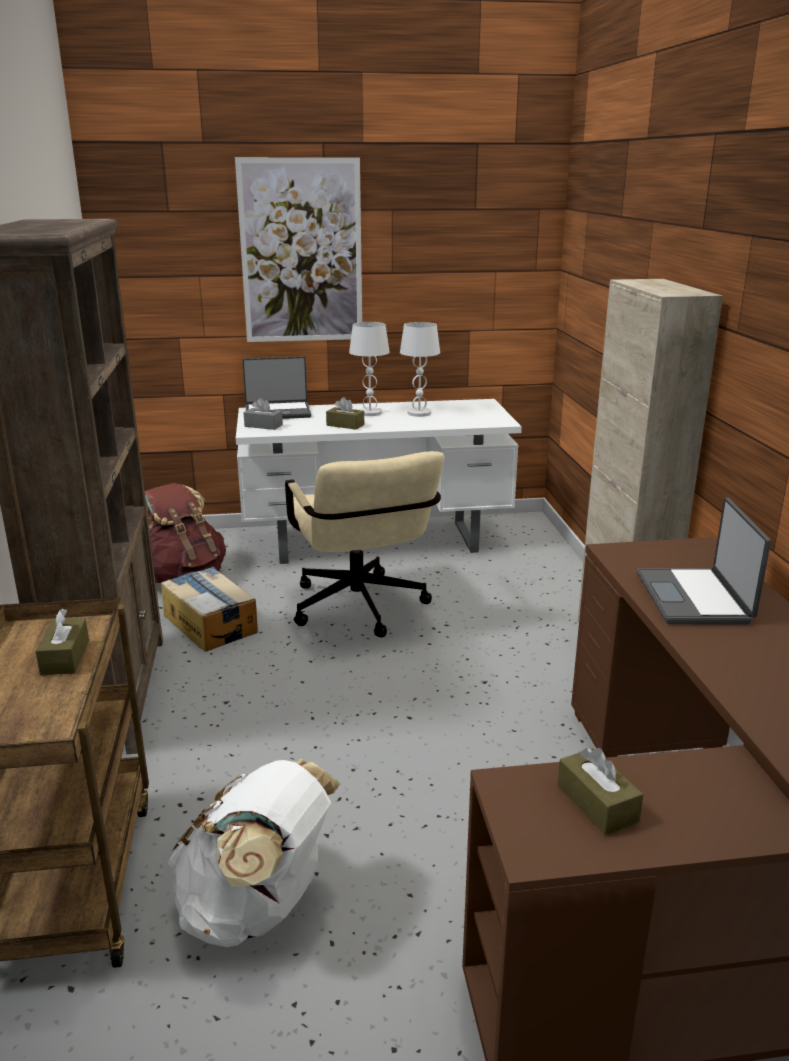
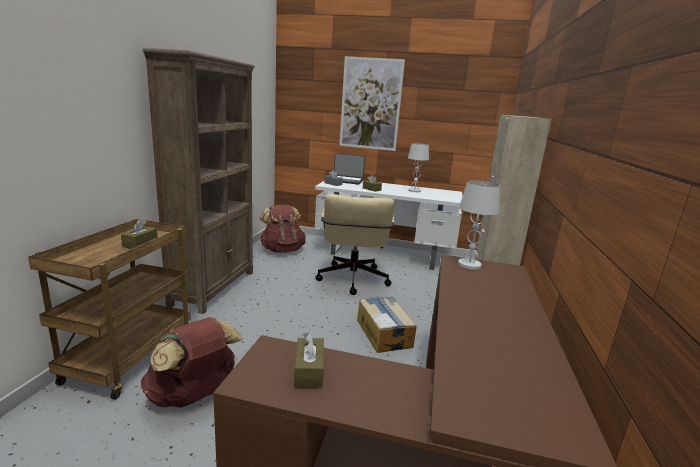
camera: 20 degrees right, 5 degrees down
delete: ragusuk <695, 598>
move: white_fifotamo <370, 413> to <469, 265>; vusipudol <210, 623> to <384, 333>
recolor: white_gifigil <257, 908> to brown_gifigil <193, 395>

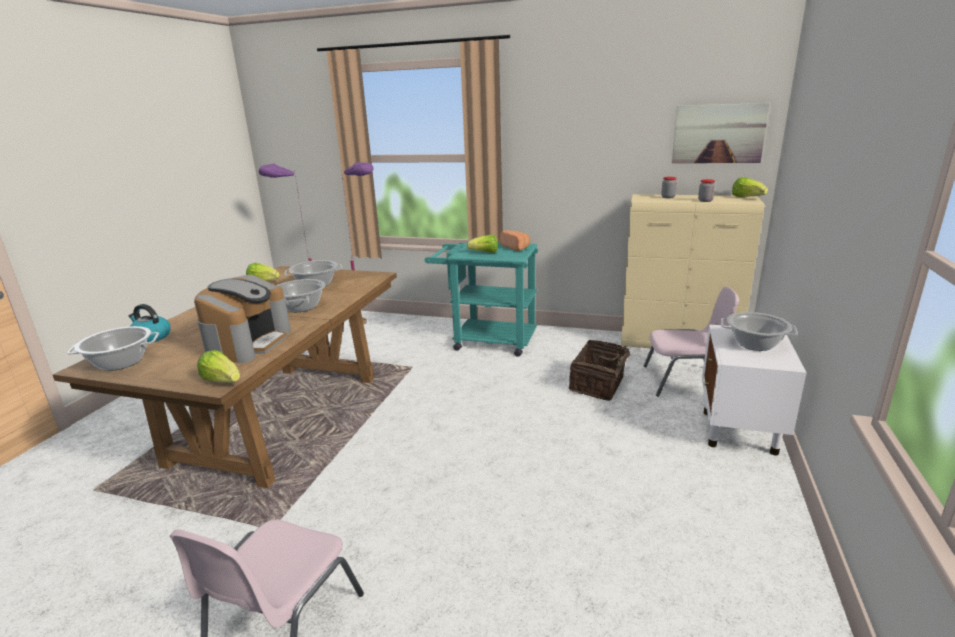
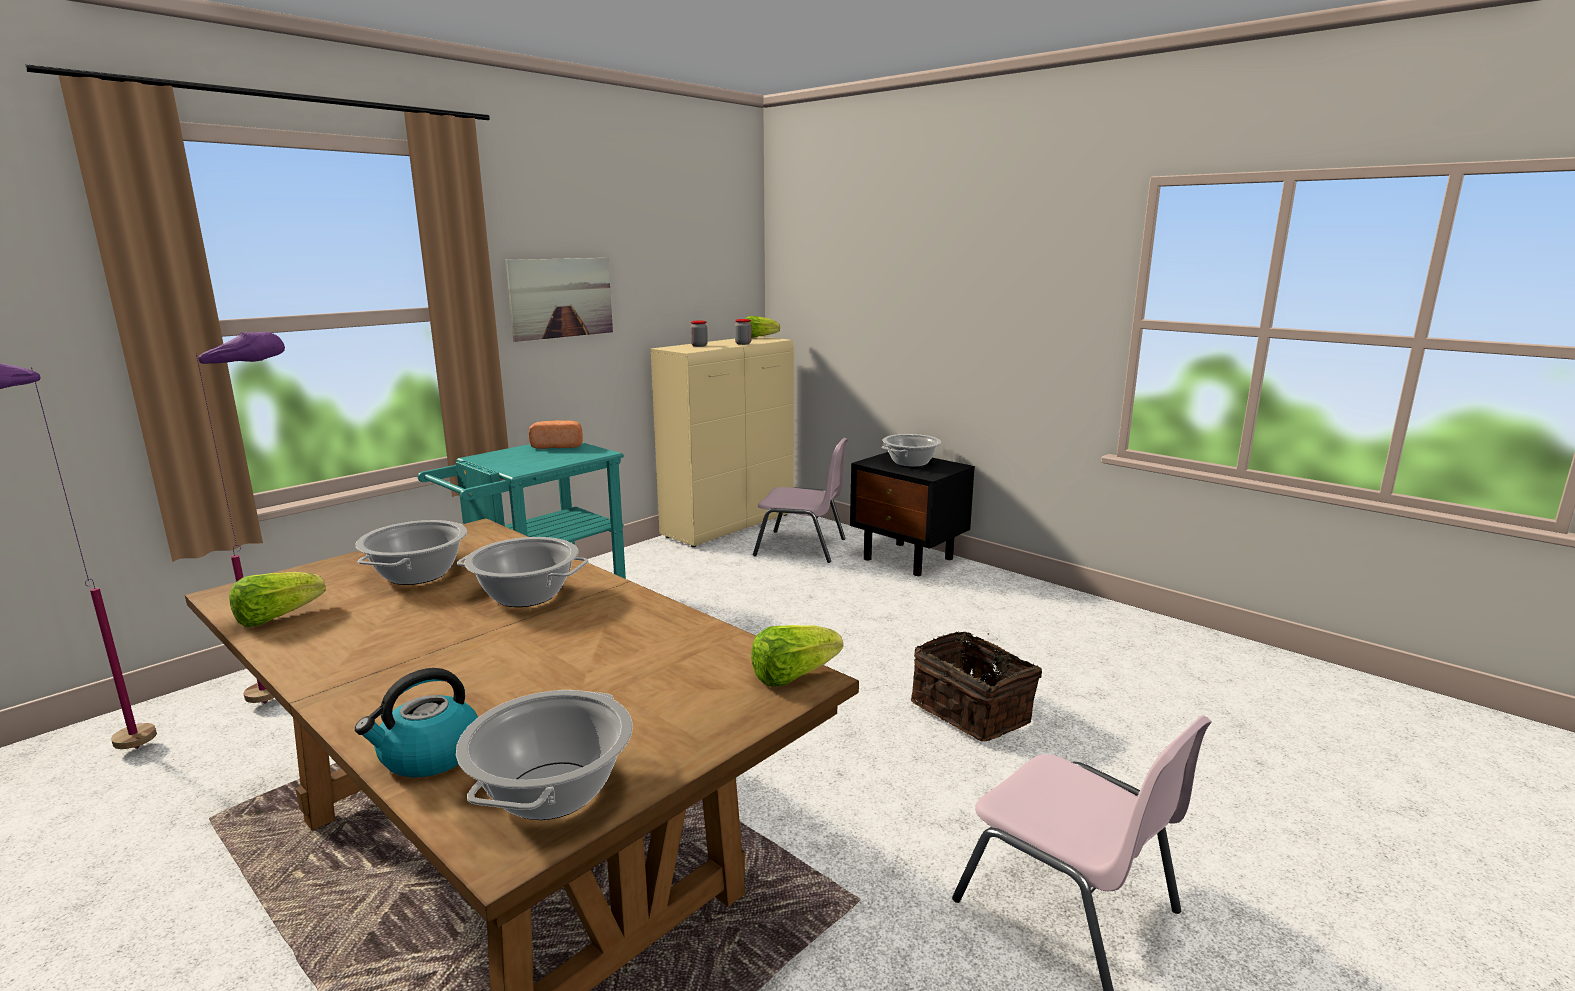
camera: 65 degrees left, 5 degrees down
delete: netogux <484, 253>; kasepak <248, 343>
move: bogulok <718, 134> to <561, 298>; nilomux <599, 385> to <973, 711>
recolor: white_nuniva <739, 432> to black_nuniva <909, 559>
rotate: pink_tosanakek <684, 381> = <802, 547> 75 degrees clockwise

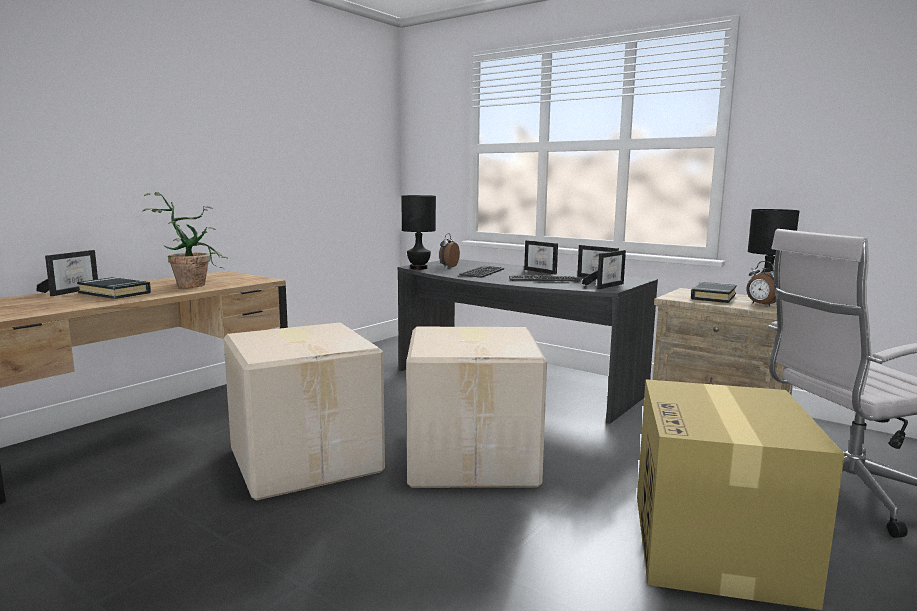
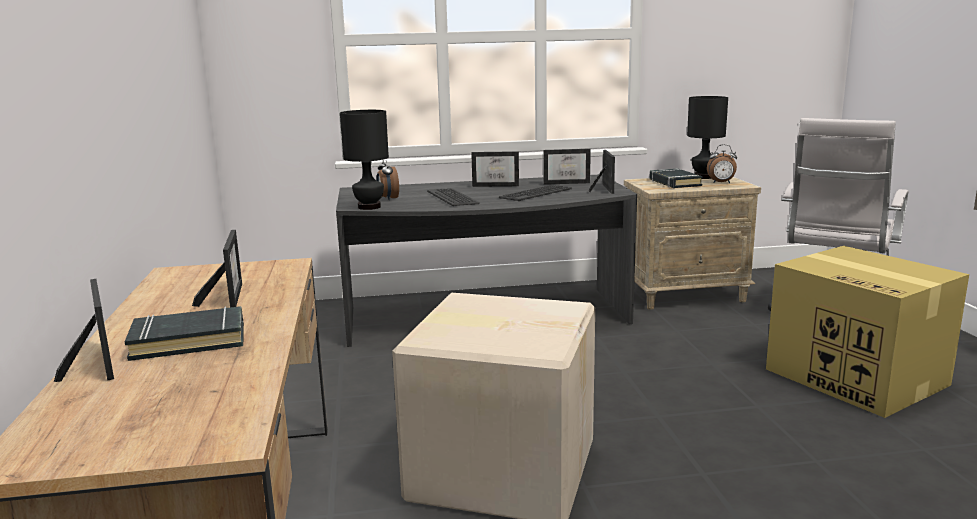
camera: 45 degrees left, 5 degrees up
delete: vusipudol <473, 458>
replace: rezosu <192, 284> to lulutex <228, 296>

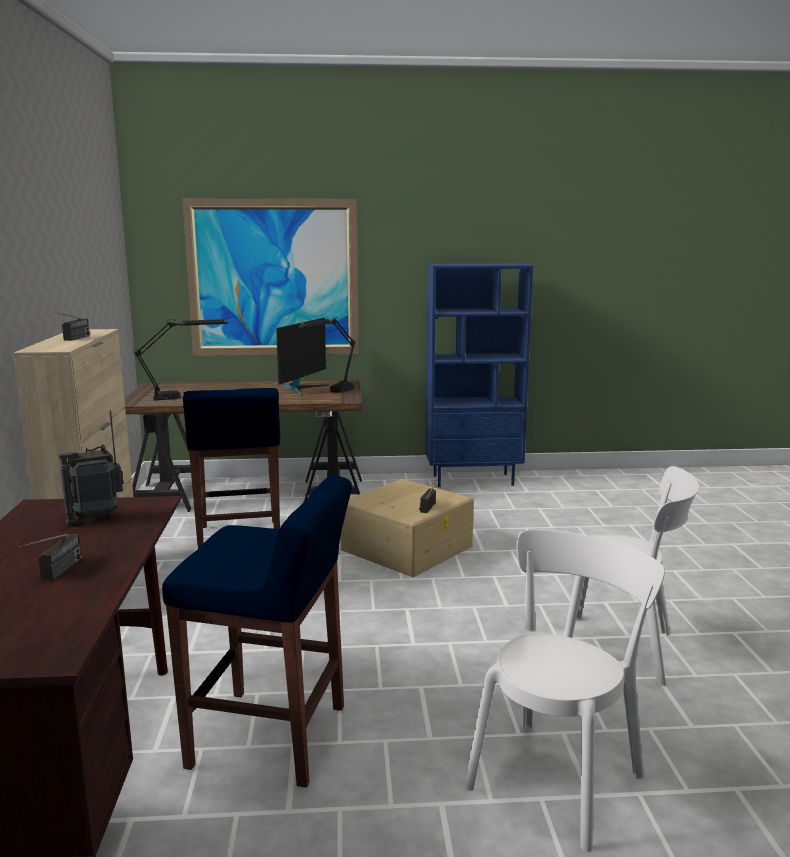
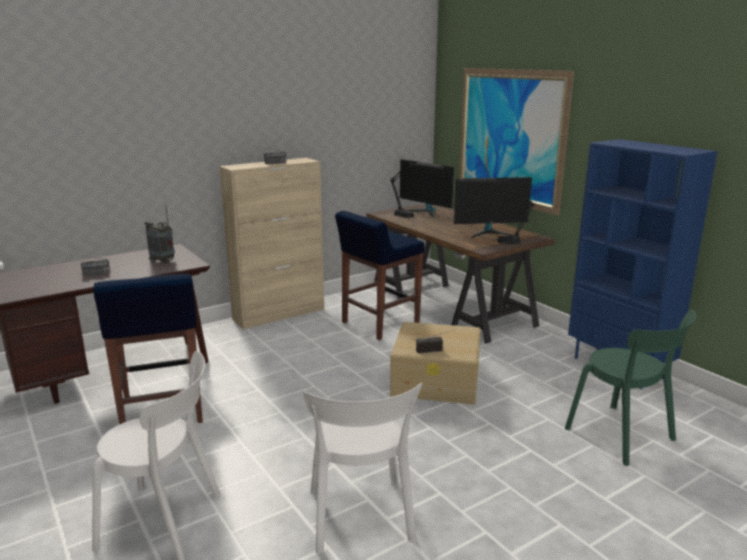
camera: 60 degrees right, 5 degrees up
insert: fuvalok <426, 212>; green_tosanakek <623, 436>

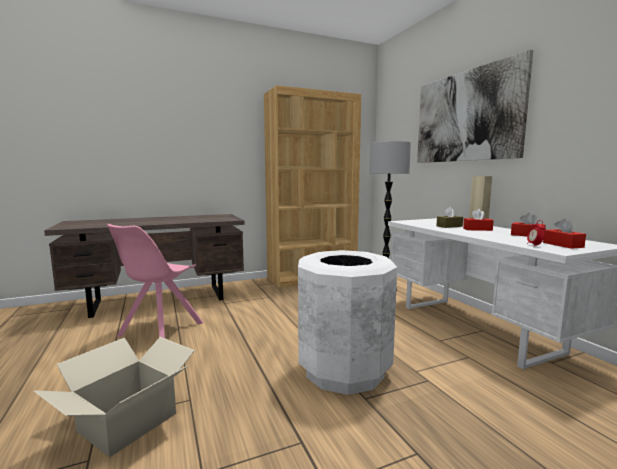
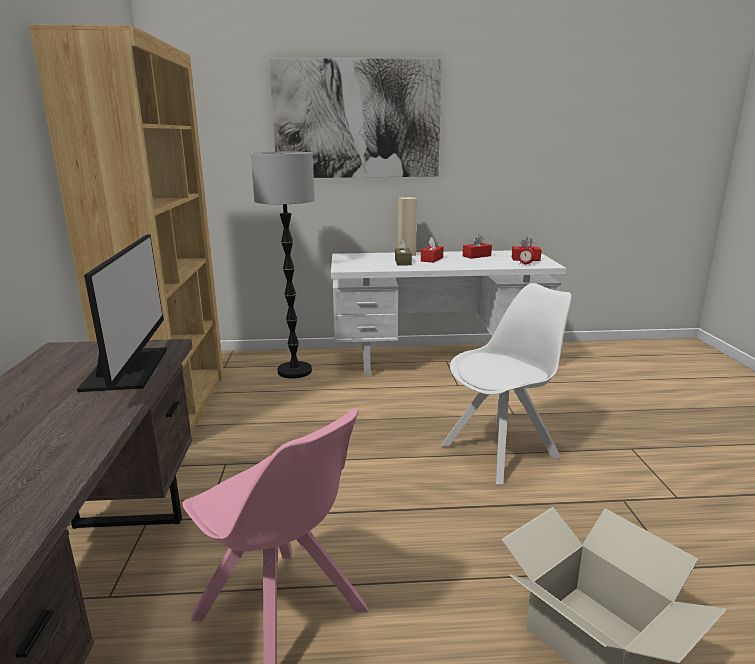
camera: 70 degrees left, 10 degrees up
insert: fuvalok <128, 369>
replace: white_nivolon <344, 370> to white_tosanakek <502, 450>

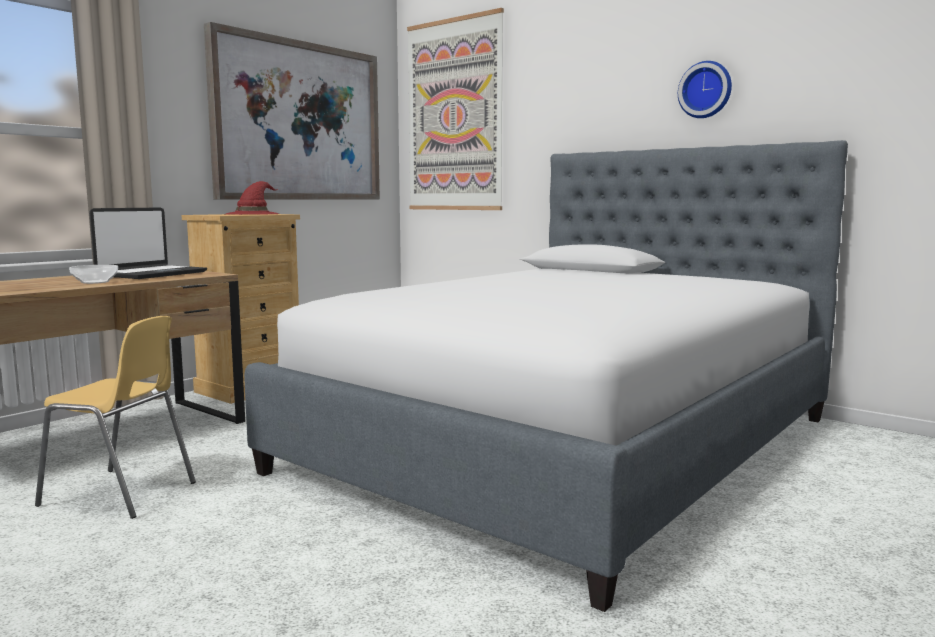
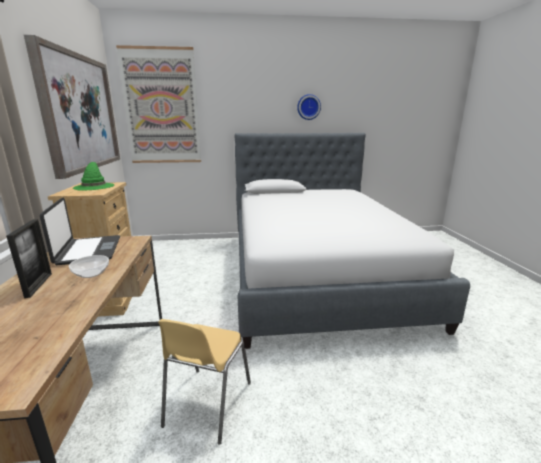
camera: 45 degrees left, 10 degrees up
insert: lulutex <39, 285>
recolor: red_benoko <252, 214> to green_benoko <94, 186>
rotate: yellow_tosanakek <120, 494> = <207, 404> 135 degrees clockwise

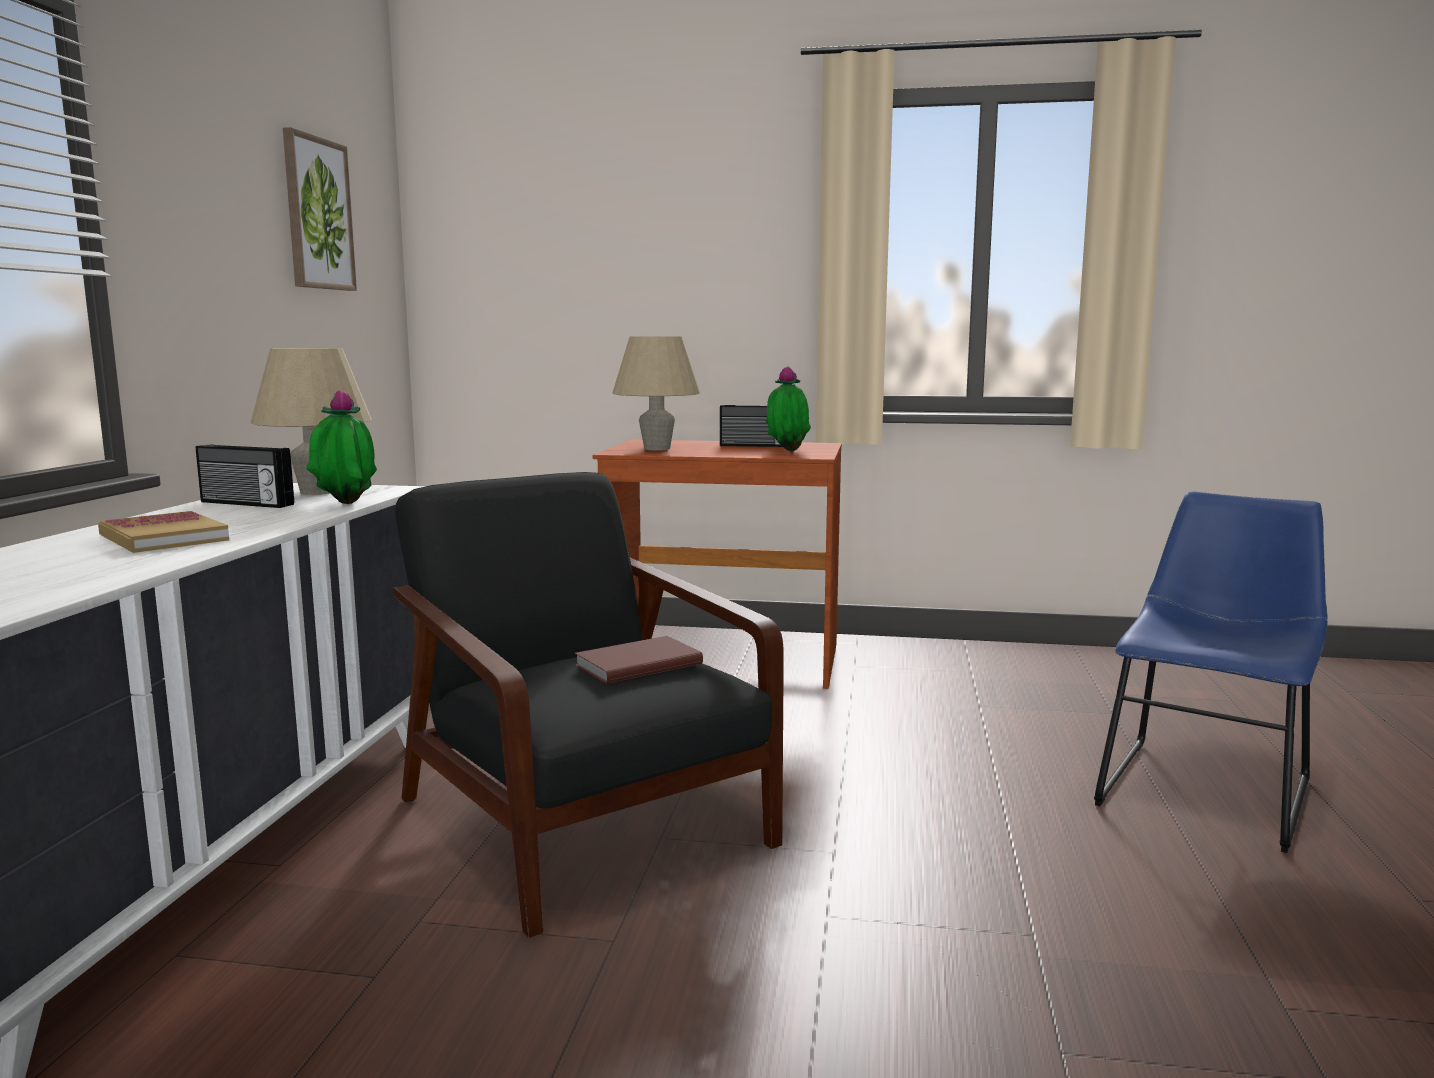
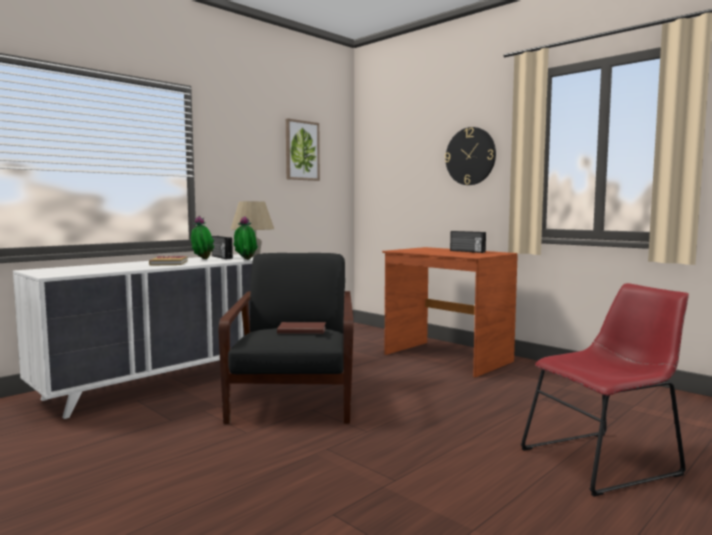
camera: 35 degrees right, 5 degrees down
delete: beige_fifotamo <657, 449>
insert: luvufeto <470, 156>
move: rezosu <786, 451> to <202, 259>
recolor: blue_tosanakek <1206, 788> to red_tosanakek <604, 460>

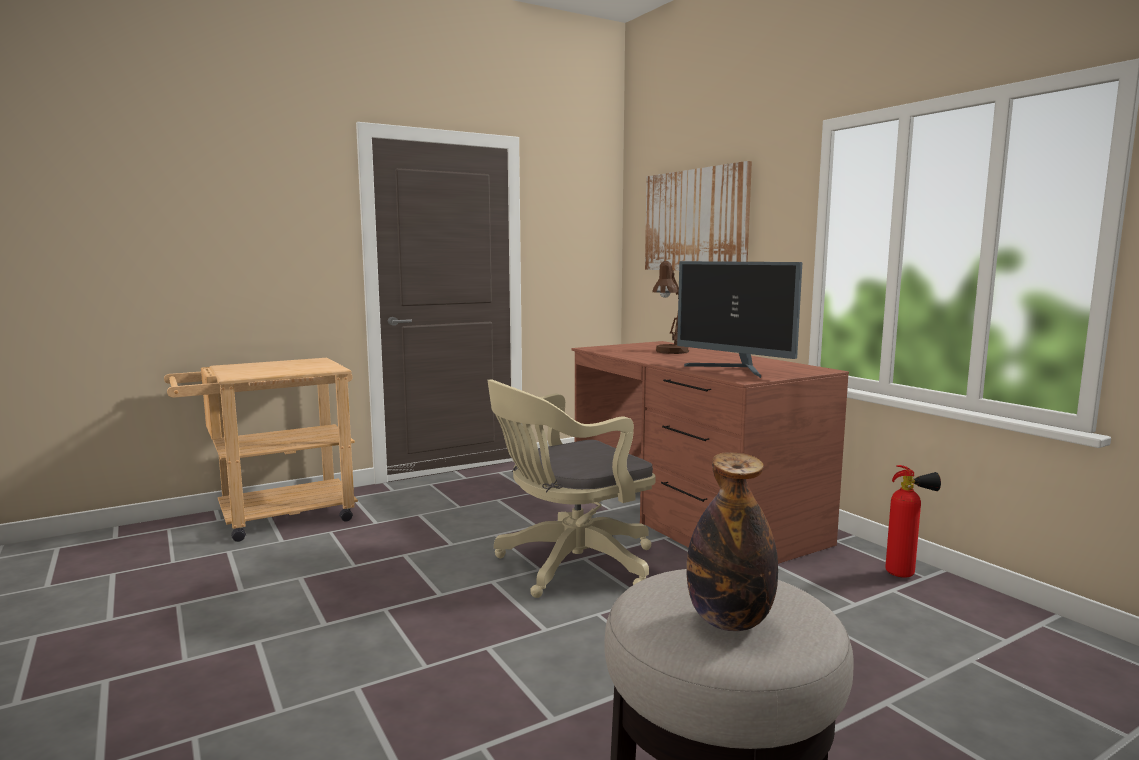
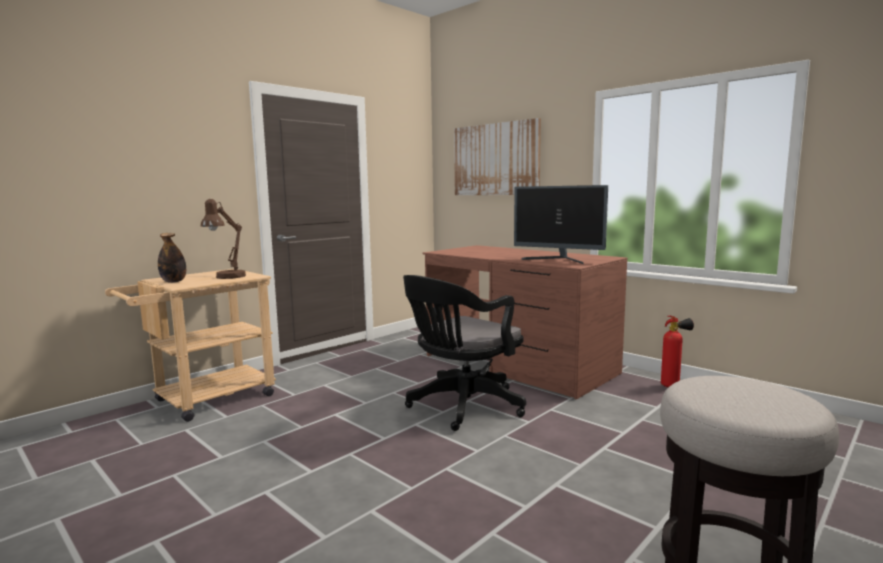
camera: 15 degrees left, 0 degrees up
move: brown_fifotamo <669, 352> to <227, 277>; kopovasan <729, 621> to <174, 281>
recolor: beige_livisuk <569, 566> to black_livisuk <462, 407>

